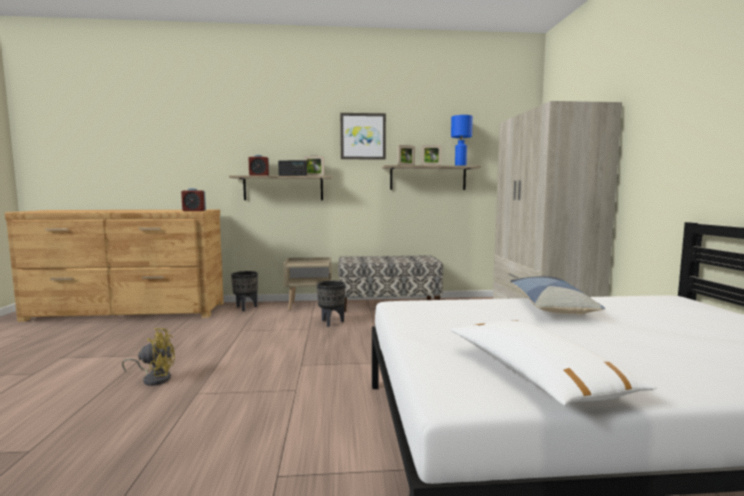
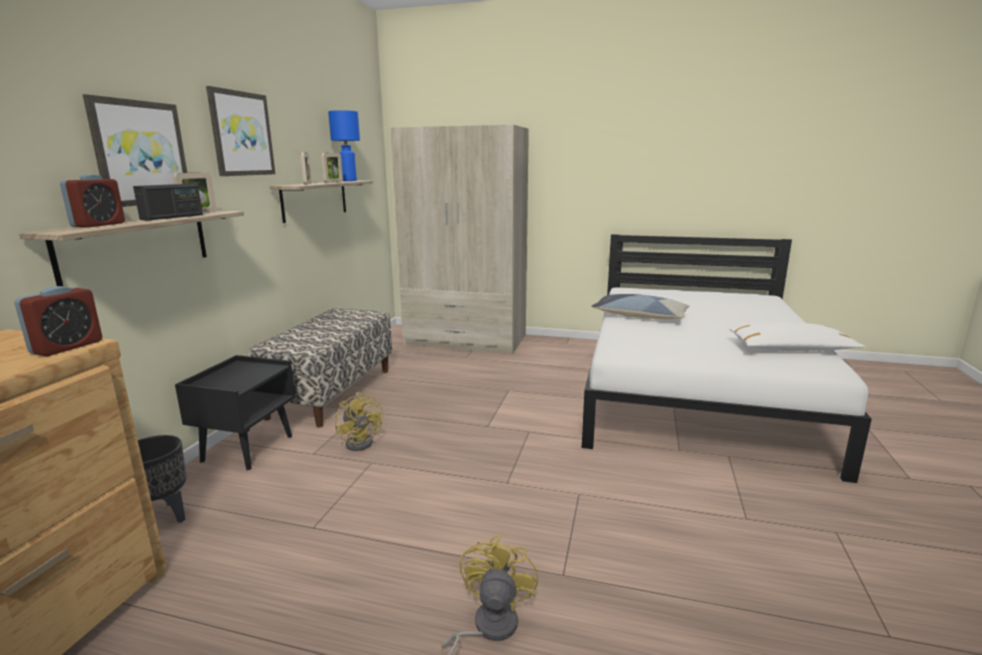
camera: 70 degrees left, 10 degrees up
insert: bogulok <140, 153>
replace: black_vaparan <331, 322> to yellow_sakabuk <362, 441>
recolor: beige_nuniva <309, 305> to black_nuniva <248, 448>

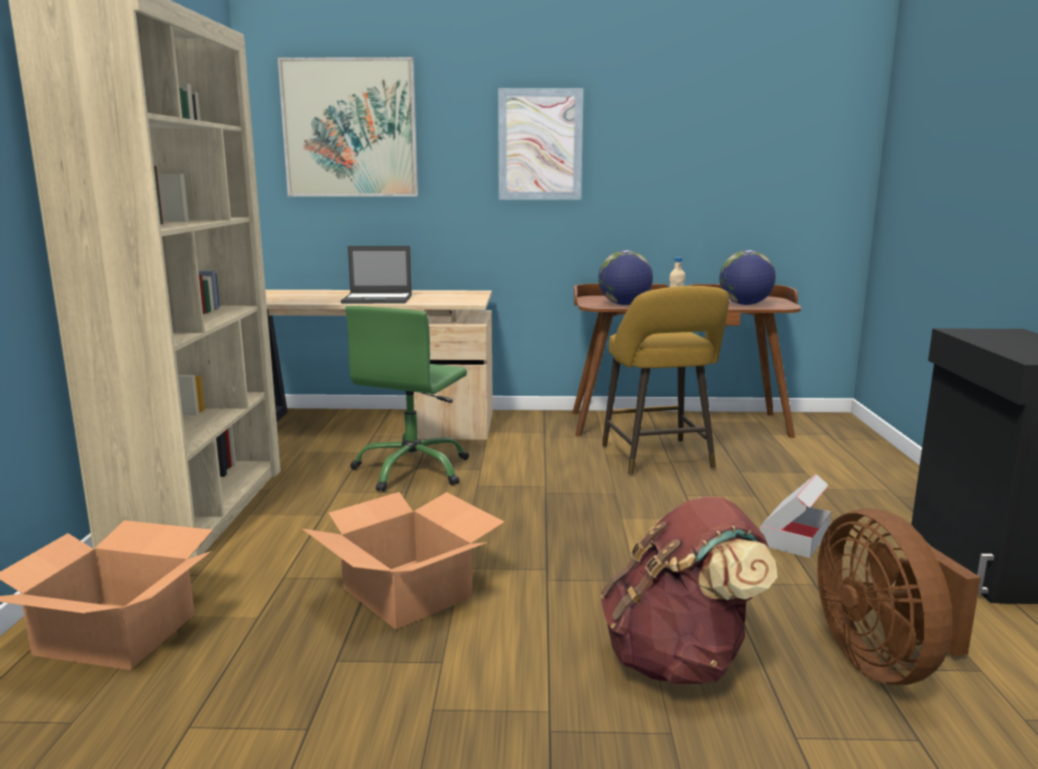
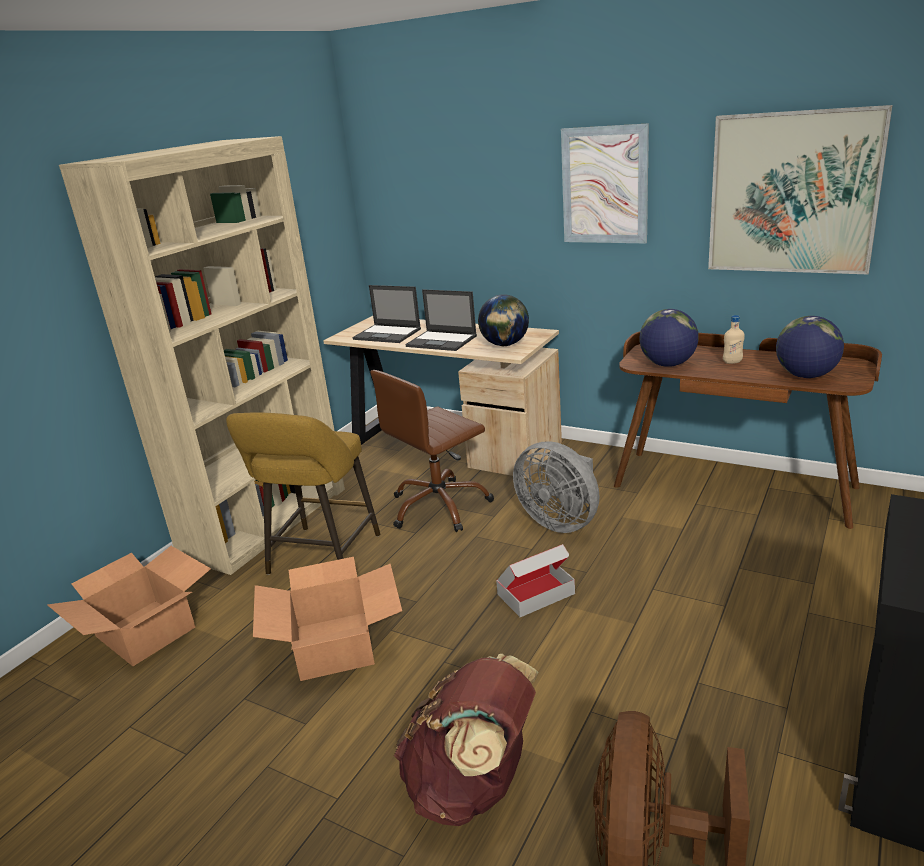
camera: 30 degrees right, 10 degrees up
insert: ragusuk <388, 334>; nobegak <505, 345>; grey_sakabuk <560, 521>
move: bogulok <350, 128> to <792, 193>; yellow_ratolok <659, 460> to <321, 558>; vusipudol <794, 537> to <536, 594>
recolor: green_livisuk <412, 470> to brown_livisuk <439, 507>

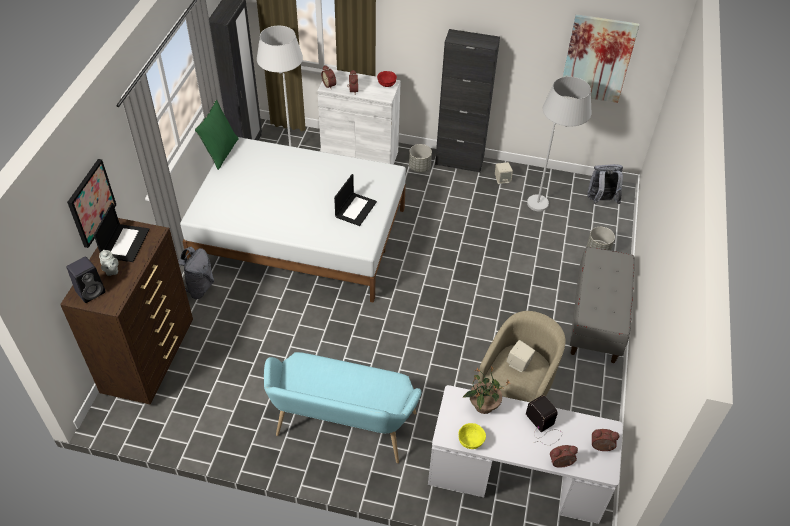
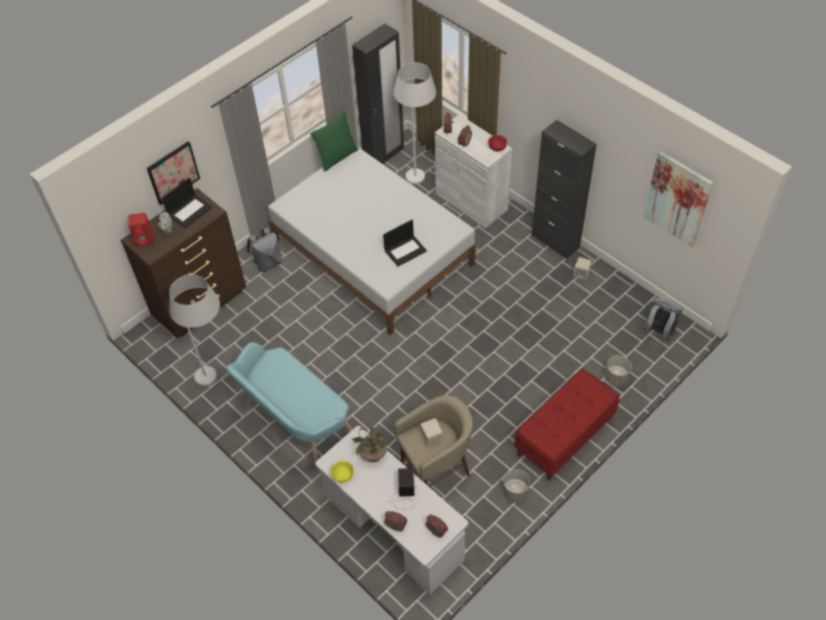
camera: 35 degrees right, 5 degrees up
move: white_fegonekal <547, 199> to <218, 376>; grey_vaparan <419, 167> to <515, 492>
recolor: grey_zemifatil <597, 319> to red_zemifatil <564, 437>; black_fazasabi <91, 291> to red_fazasabi <145, 239>

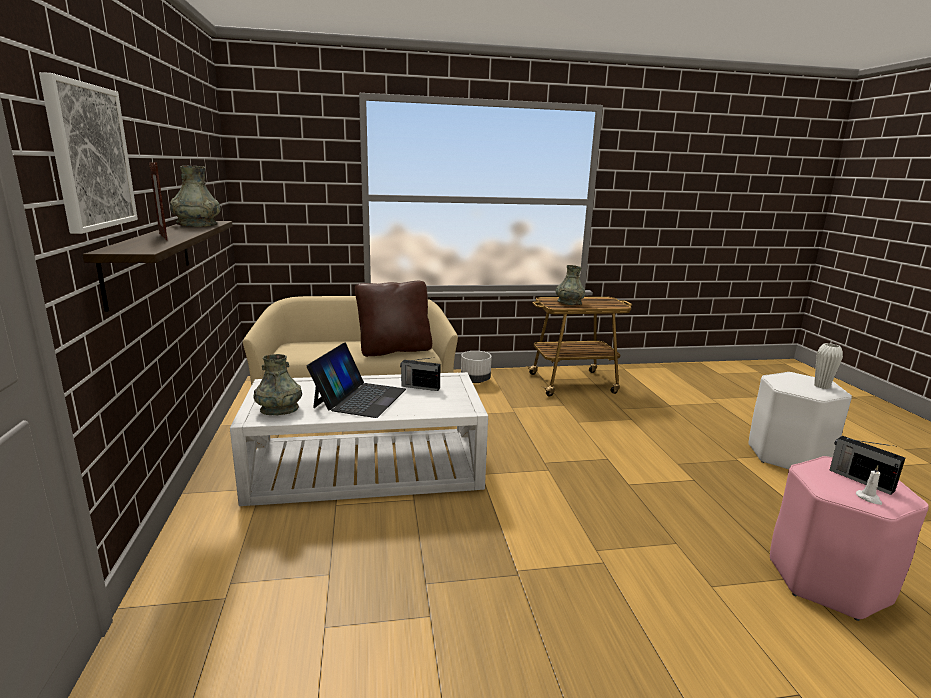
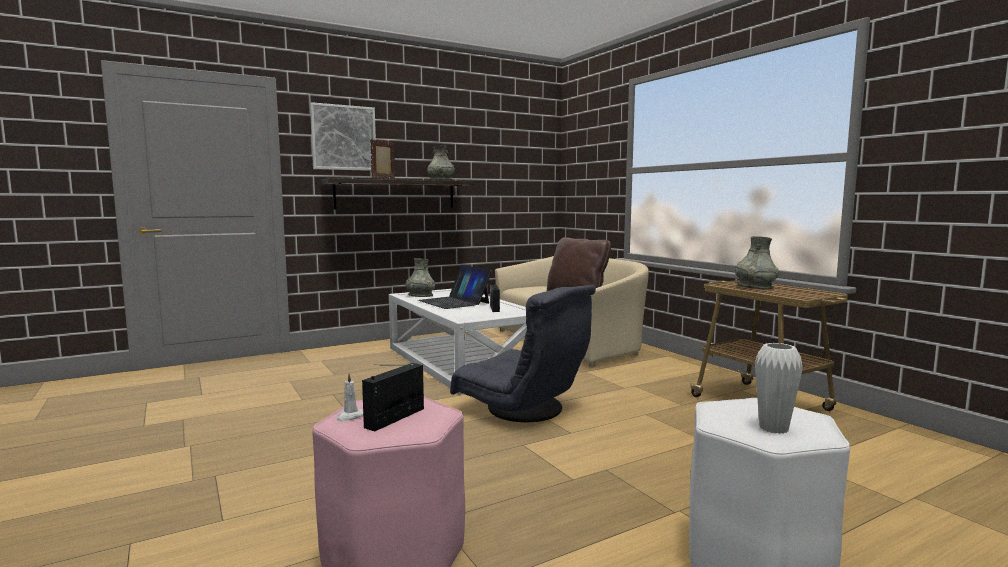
camera: 70 degrees right, 10 degrees down
delete: white_vaparan <475, 380>
insert: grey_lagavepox <523, 410>
rotate: ragusuk <359, 398> = <454, 302> 60 degrees clockwise

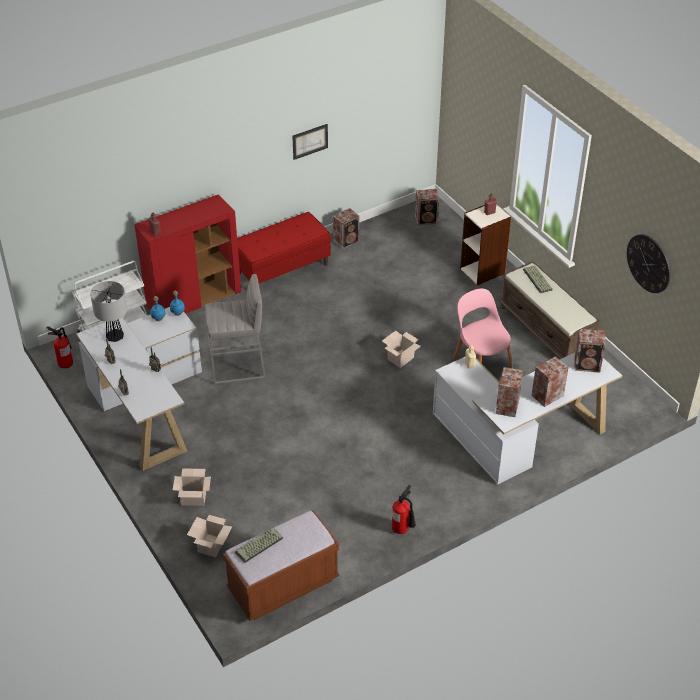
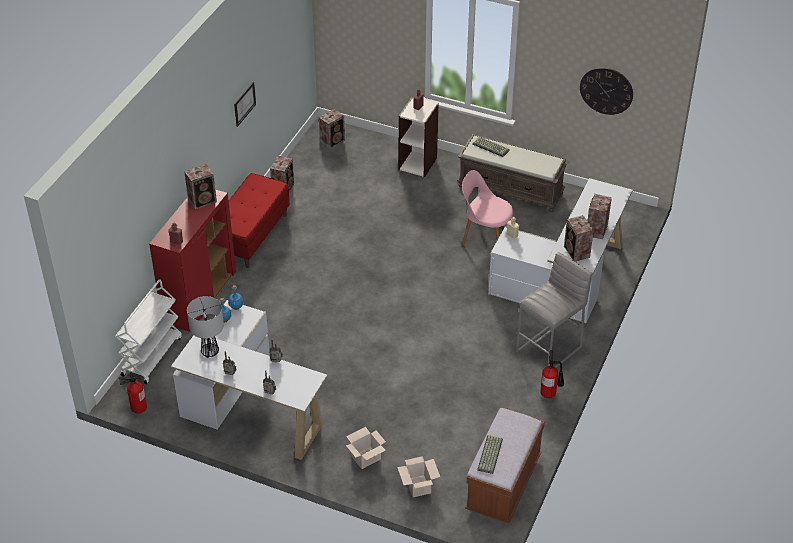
camera: 35 degrees left, 0 degrees up
delete: vusipudol <400, 358>
move: grey_ratolok <238, 367> to <550, 349>; fazasabi <588, 365> to <203, 200>

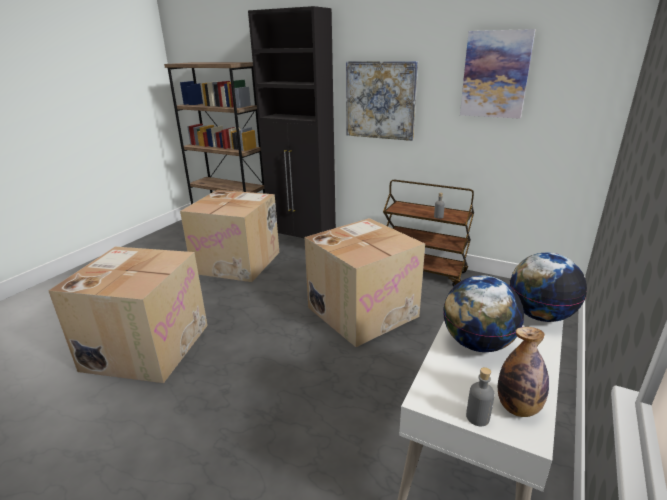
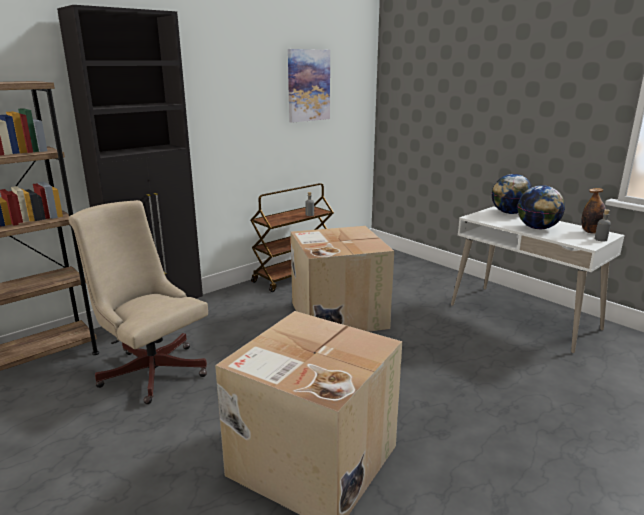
camera: 70 degrees left, 5 degrees down
delete: bogulok <380, 100>
replace: vusipudol <238, 262> to beige_livisuk <151, 369>

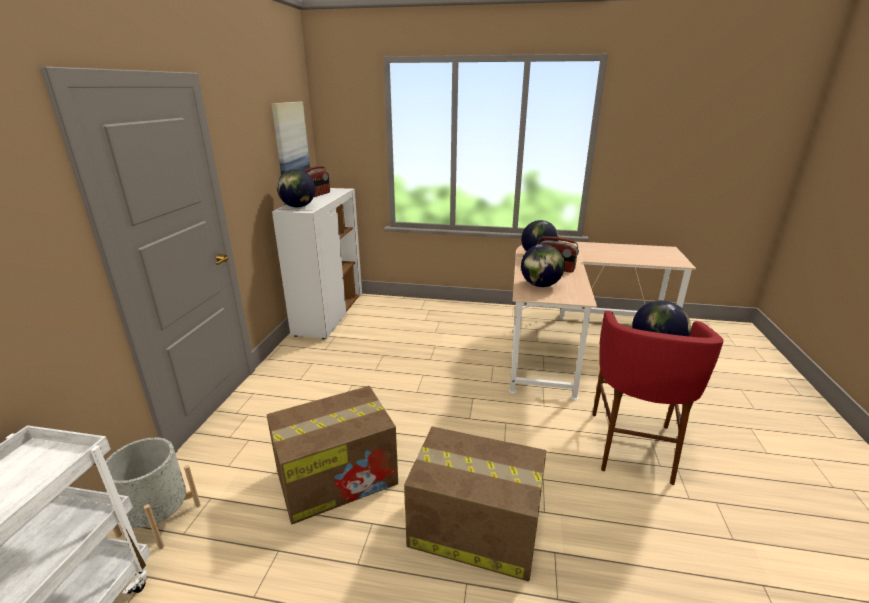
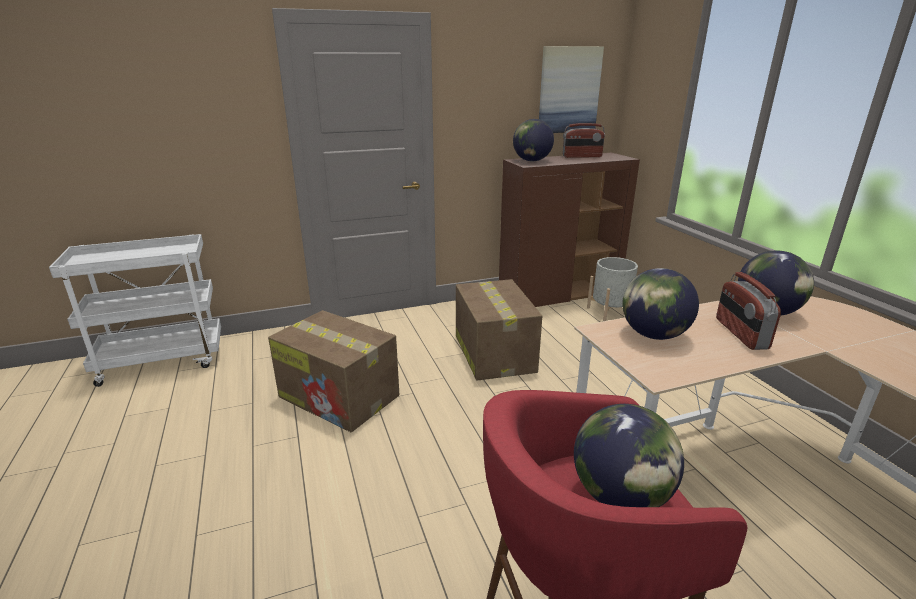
camera: 60 degrees right, 0 degrees up
move: vusipudol <473, 527> to <493, 352>; grey_vaparan <159, 520> to <610, 312>
recolor: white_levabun <329, 314> to brown_levabun <559, 295>

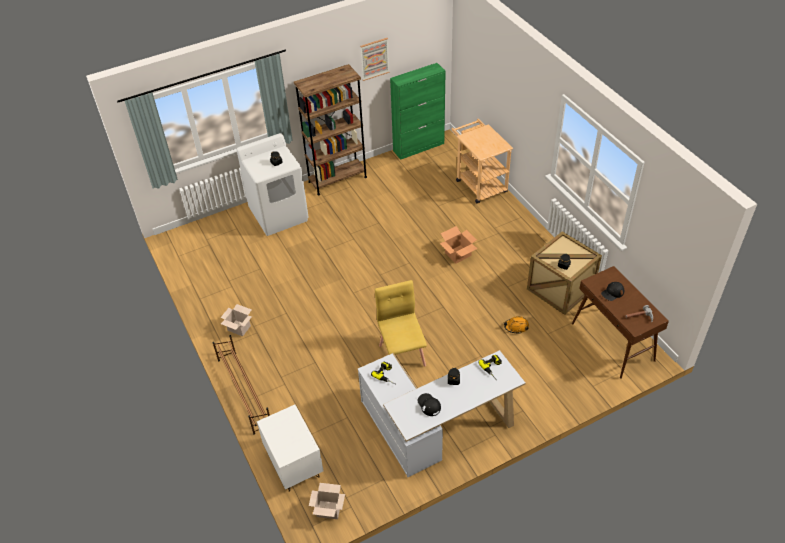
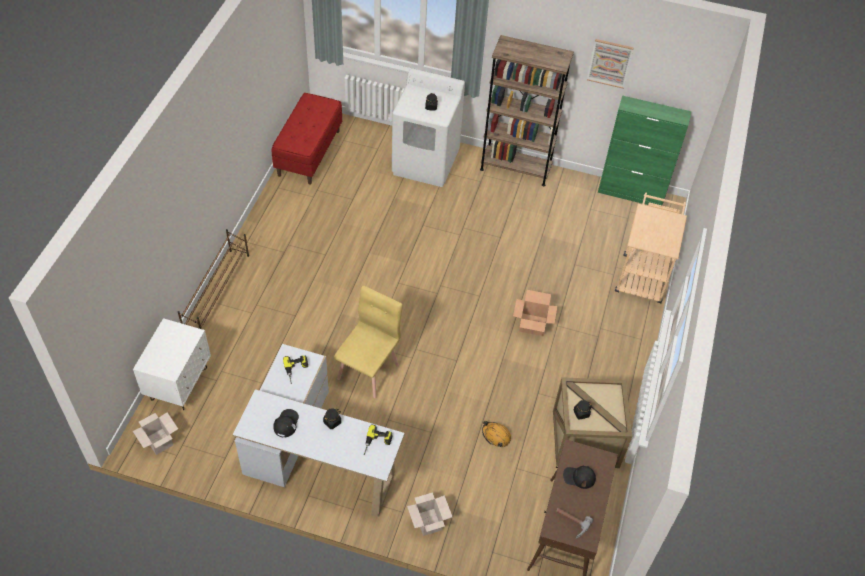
camera: 40 degrees right, 5 degrees up
insert: red_zemifatil <309, 153>
move: vusipudol <240, 328> to <429, 522>

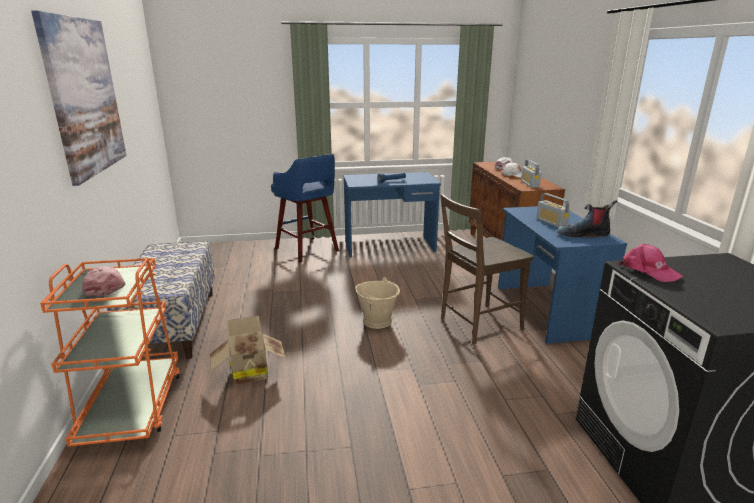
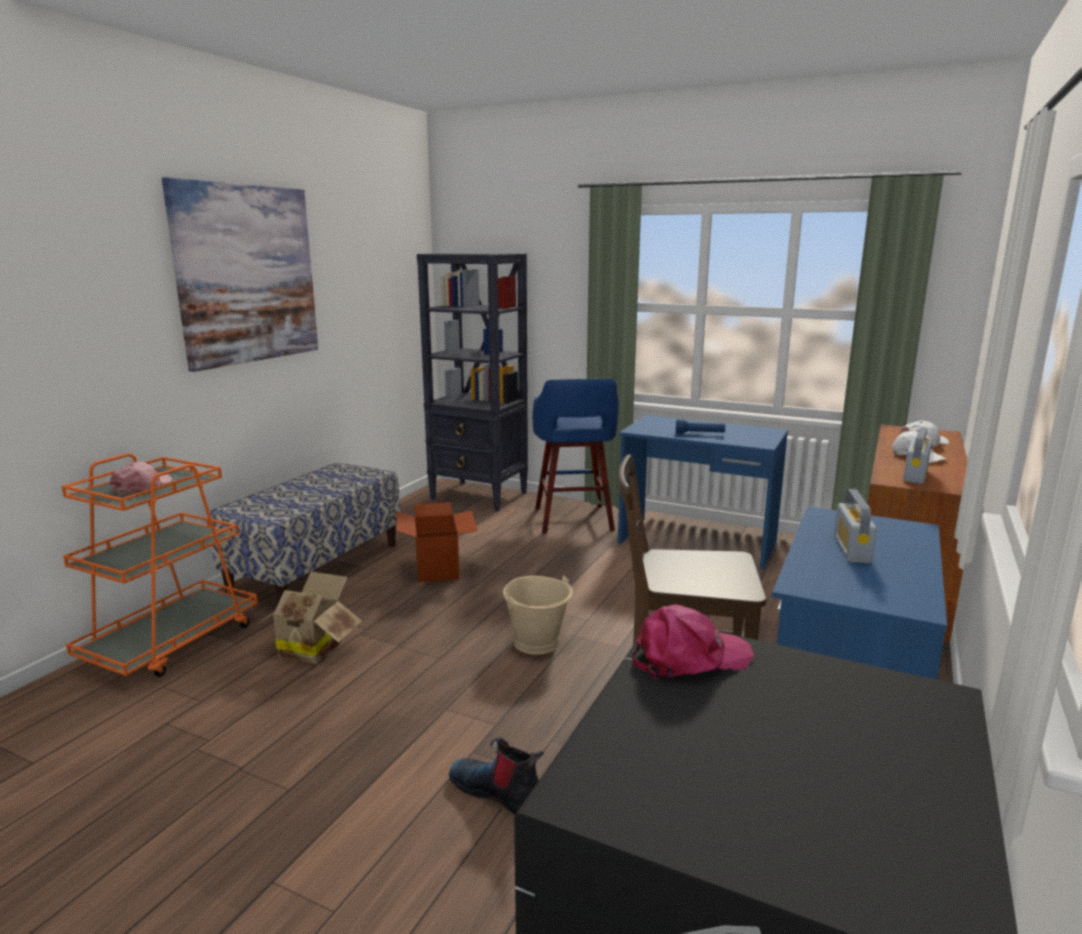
camera: 35 degrees right, 5 degrees down
insert: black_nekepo <479, 496>; vusipudol <438, 569>
move: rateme <583, 234> to <497, 792>
rotate: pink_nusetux <648, 271> = <688, 658> 105 degrees counterclockwise

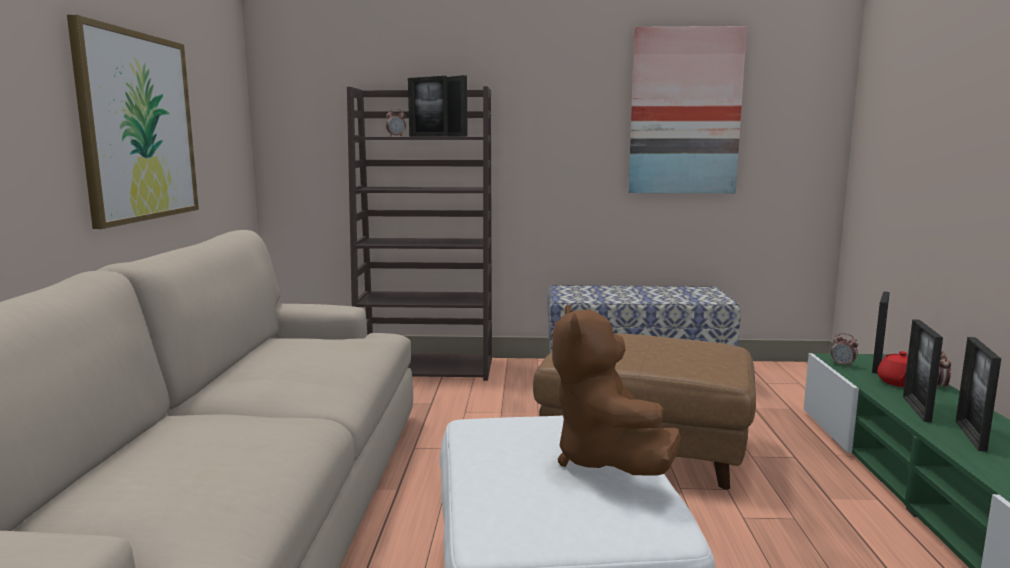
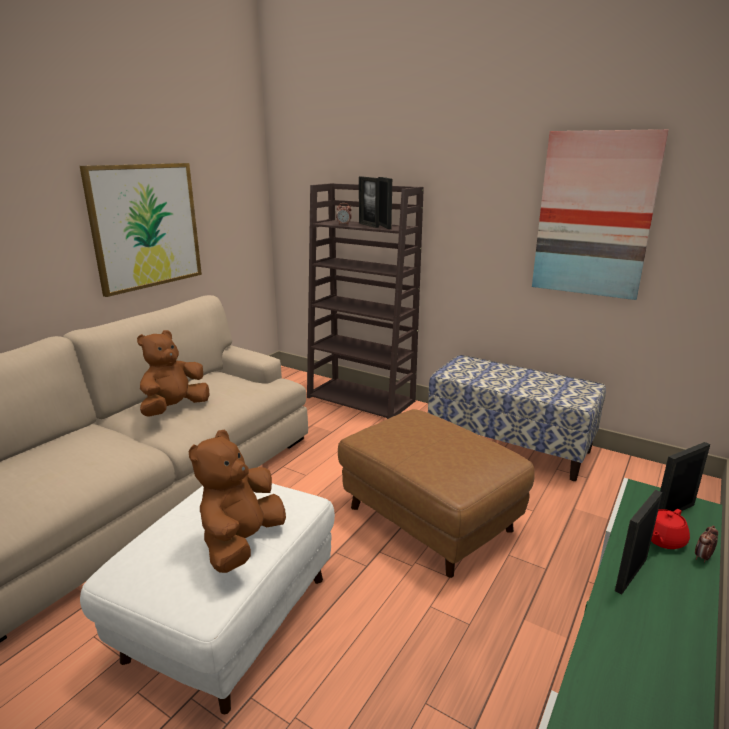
camera: 30 degrees right, 10 degrees up
delete: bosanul <843, 365>; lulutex <970, 435>
insert: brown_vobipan <174, 408>

